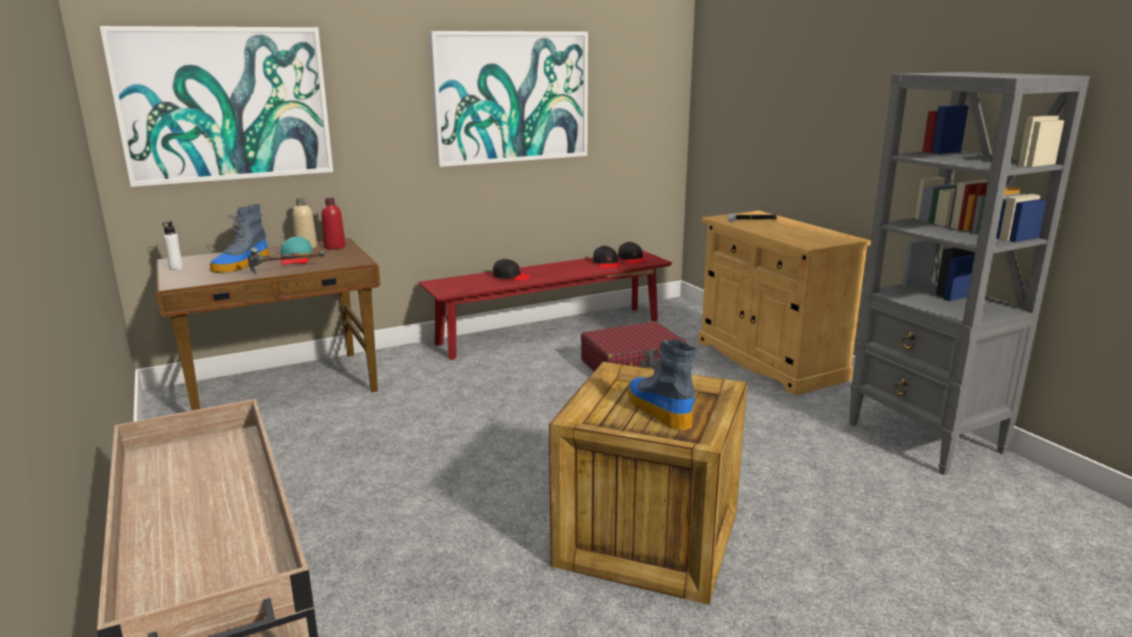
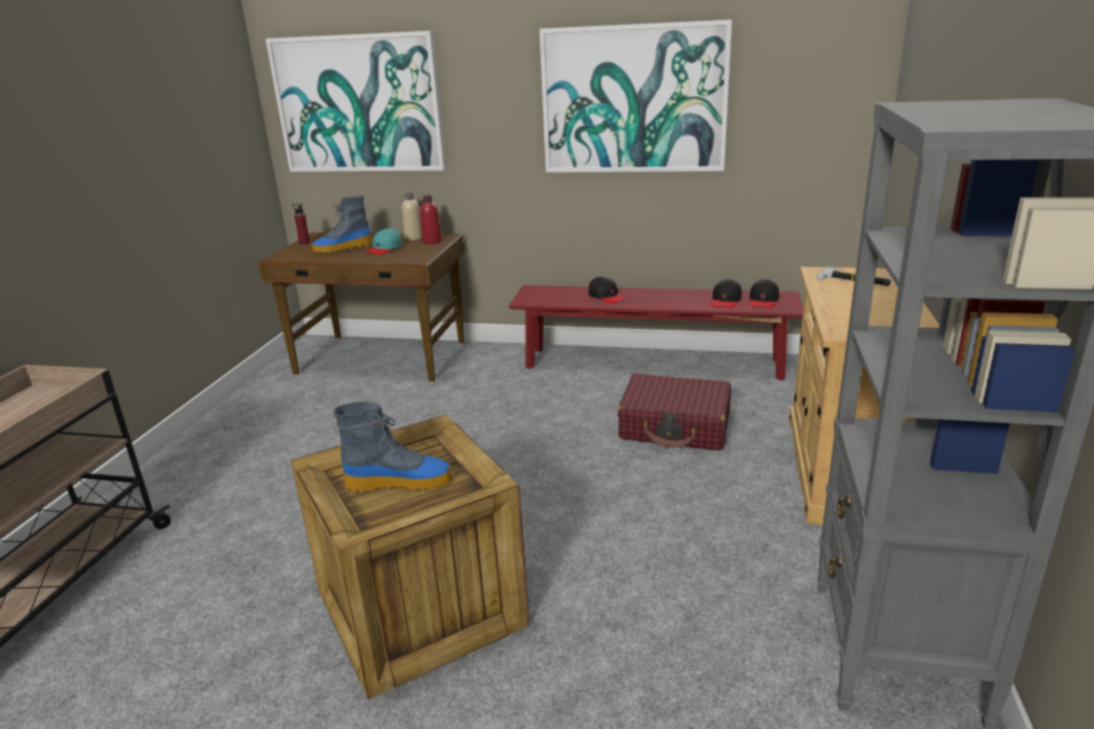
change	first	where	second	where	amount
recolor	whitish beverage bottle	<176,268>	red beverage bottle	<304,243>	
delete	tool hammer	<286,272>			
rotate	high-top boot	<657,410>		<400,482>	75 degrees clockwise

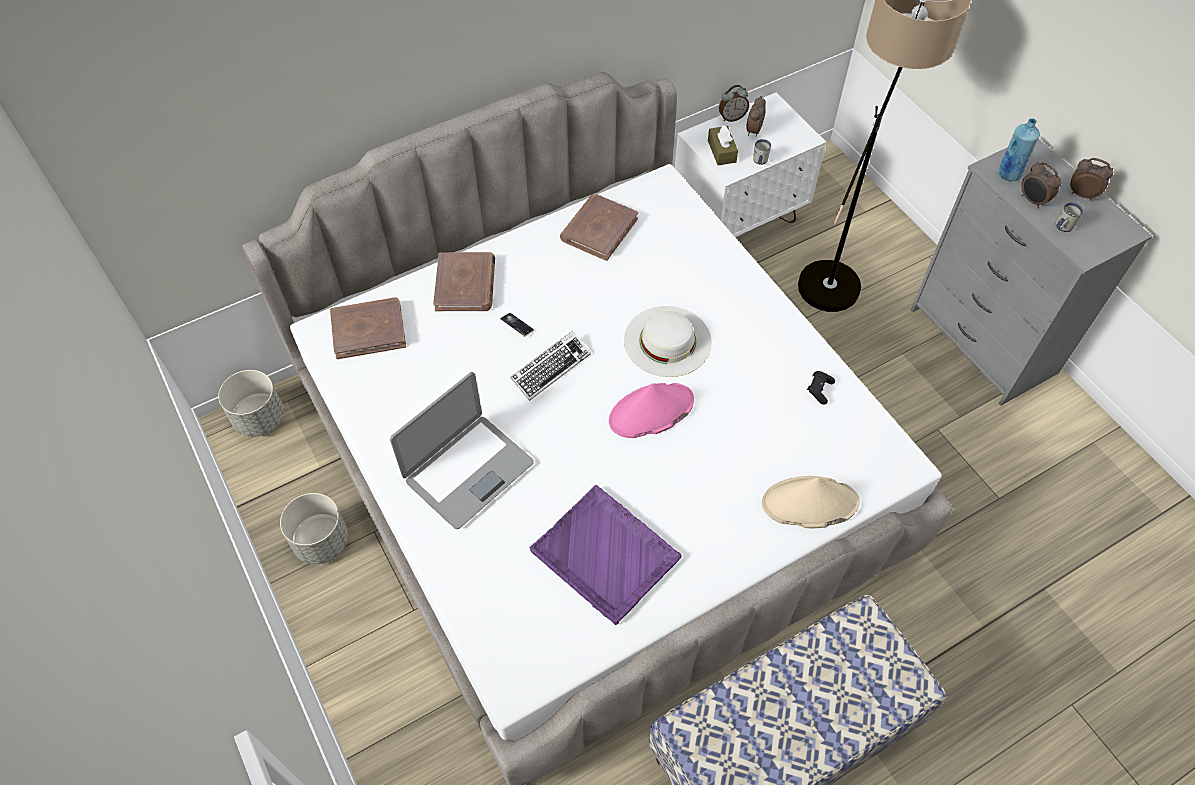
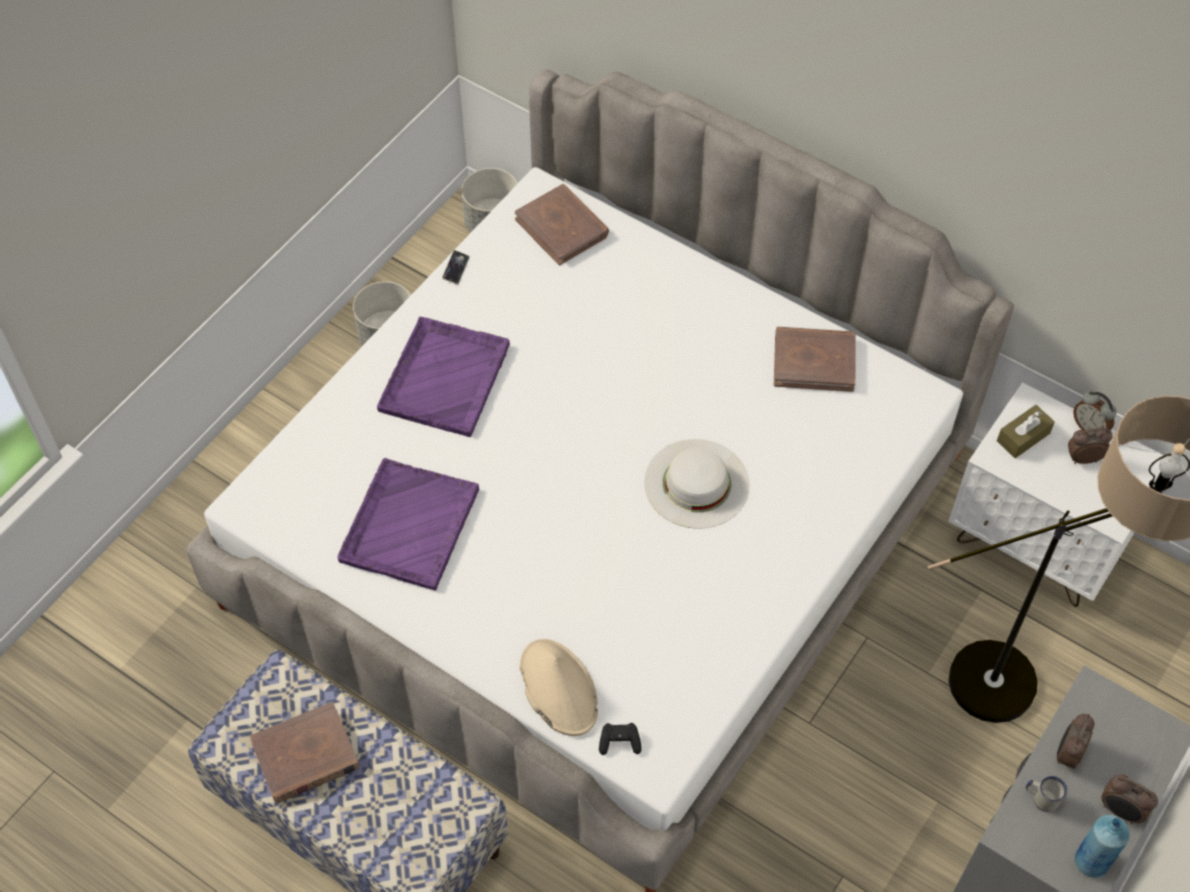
change	first	where	second	where	amount
move	bluish beverage bottle	<1008,174>		<1091,861>	
delete	whitish mug	<759,161>			
rotate	table clock	<1082,194>		<1120,811>	120 degrees clockwise
move	brownish bound book	<465,284>		<305,756>	
move	phone	<517,326>		<456,269>	
delete	computer keyboard	<550,368>			
move	blackish joypad	<819,390>		<619,742>	
replace	notebook computer	<468,471>	purple serving tray	<445,377>	
delete	pink wearable hat	<651,411>			

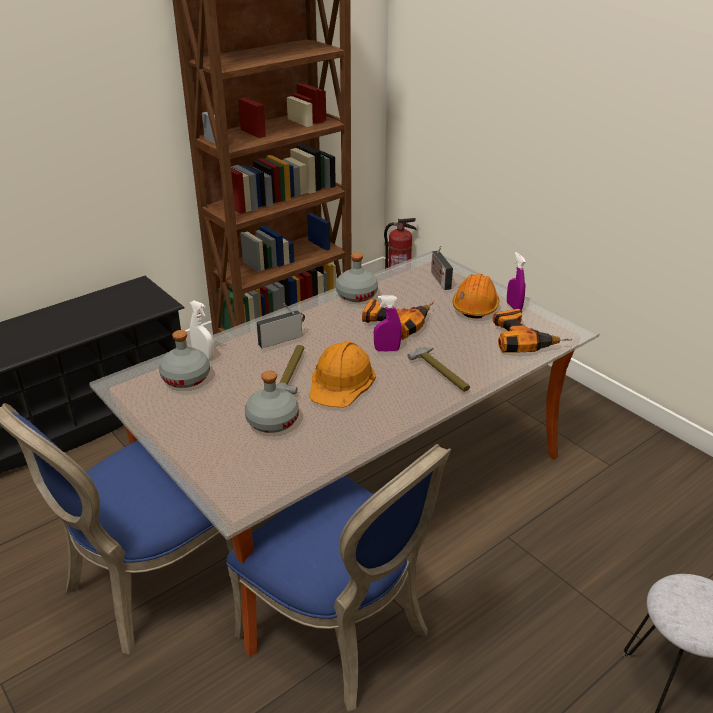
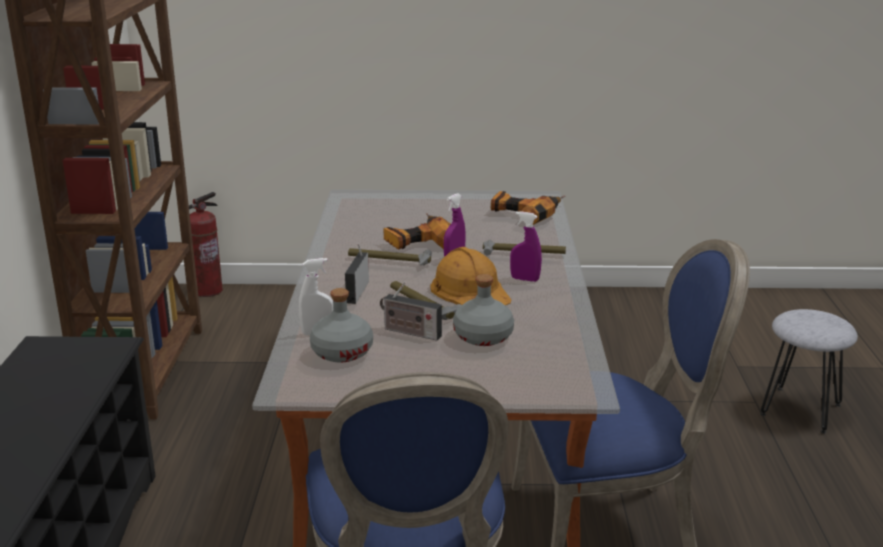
change	first	where	second	where	amount
move	radio	<439,279>		<409,332>	
delete	greyish beverage bottle	<356,295>			
move	purple sprayer	<514,307>		<525,279>	
delete	orangey hard hat	<475,306>			
insert			tool hammer	<389,261>	

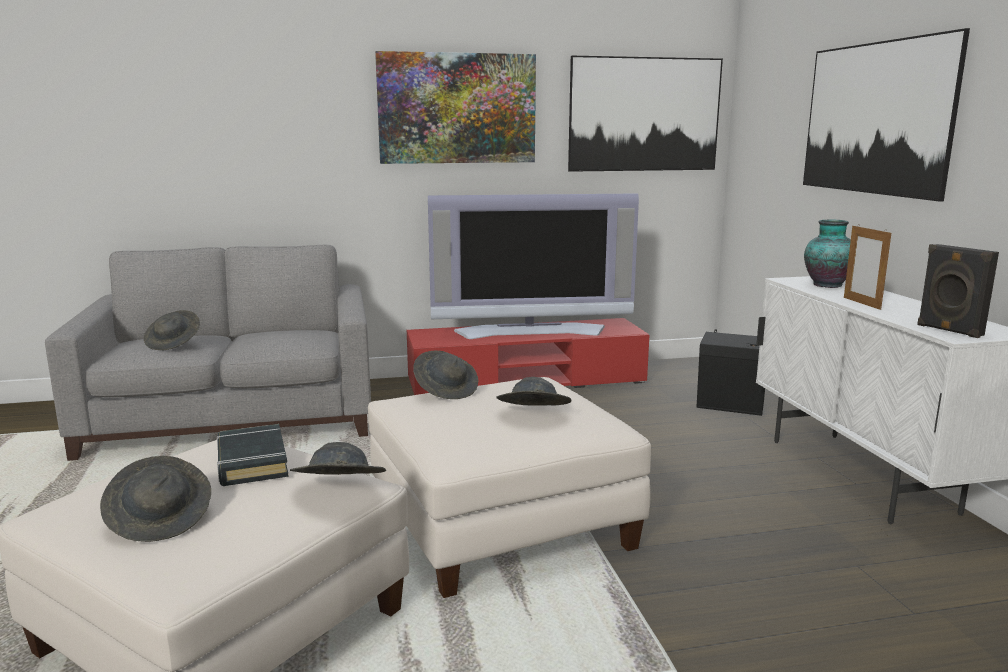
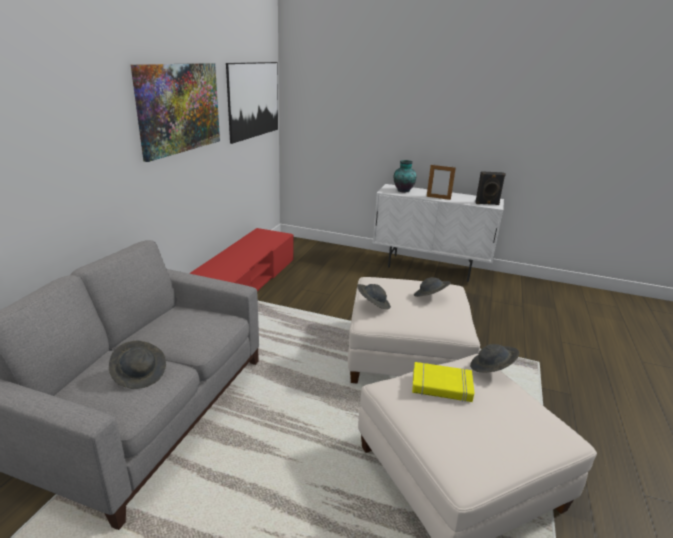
change	first	where	second	where	amount
delete	wall picture	<875,118>			
delete	television	<531,331>			
delete	blackish speaker	<731,406>			
recolor	blackish bound book	<251,462>	yellow bound book	<441,386>	
delete	greyish wearable hat	<161,519>			

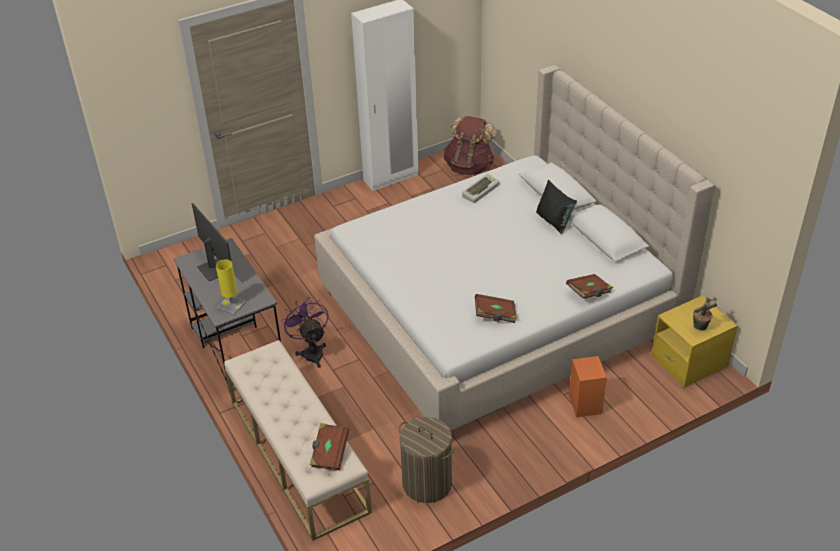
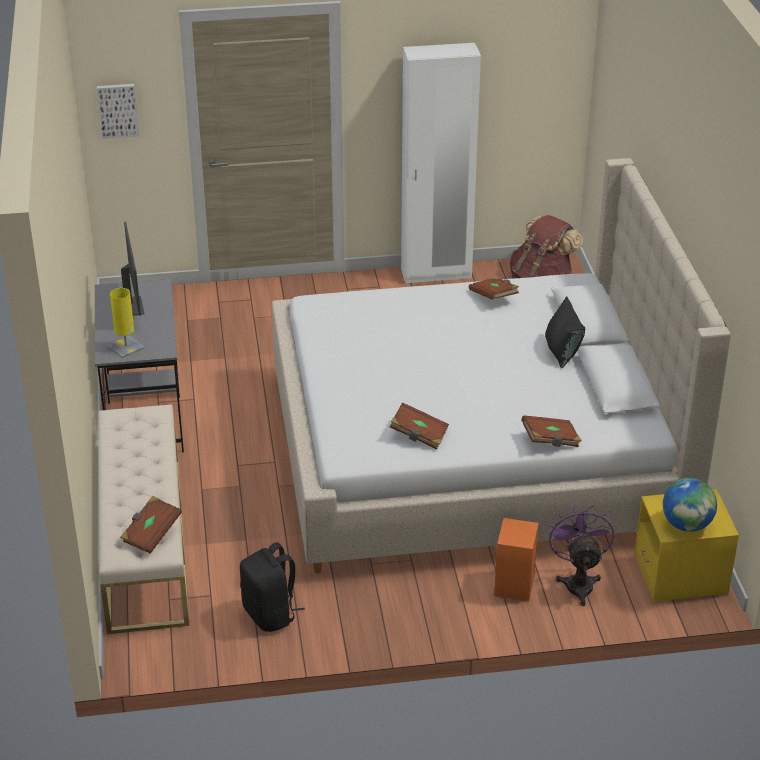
change	first	where	second	where	amount
replace	computer keyboard	<480,190>	brownish bound book	<494,297>	
move	purple fan	<311,351>		<578,582>	
replace	houseplant	<700,328>	globe	<686,525>	
replace	laundry basket	<427,483>	blackish knapsack	<270,614>	
insert			wall picture	<118,110>	

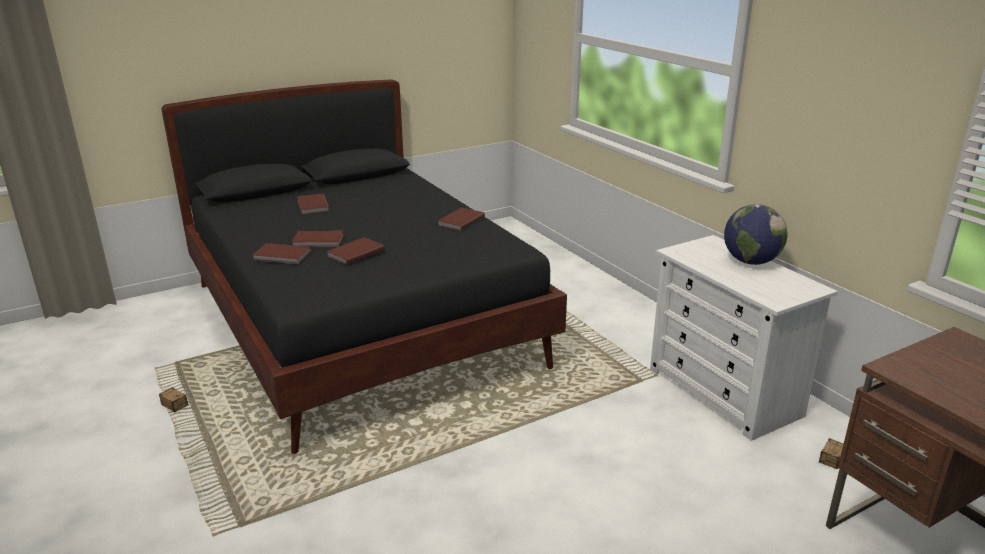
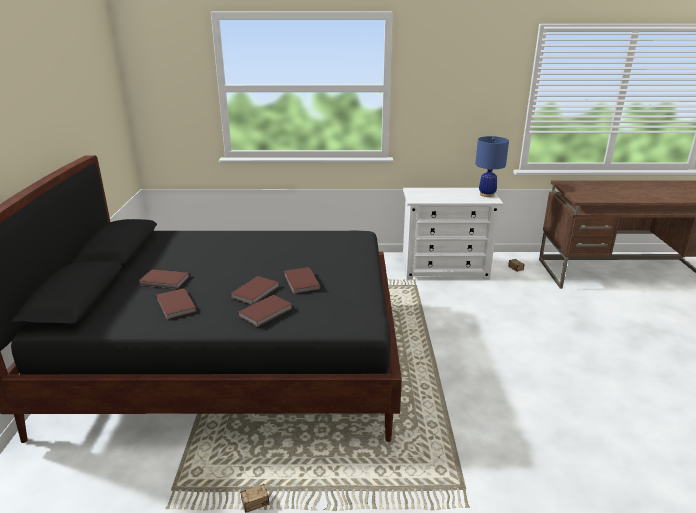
change	first	where	second	where	amount
delete	globe	<750,261>			
move	brownish bound book	<460,221>		<175,306>	
insert			bluish lamp for a table	<487,194>	

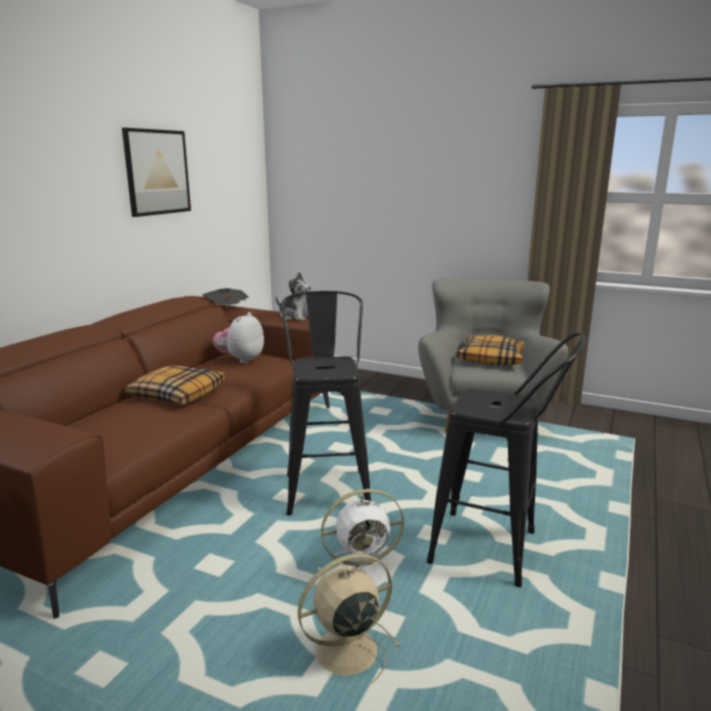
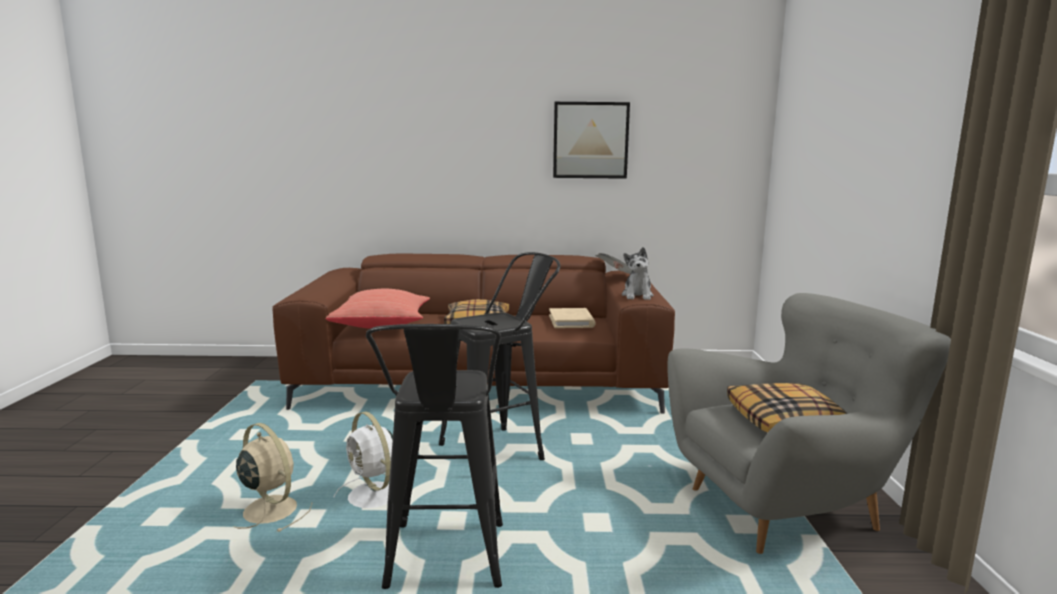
change	first	where	second	where	amount
replace	plush toy	<241,360>	beige bound book	<571,321>	
insert			red pillow	<382,325>	

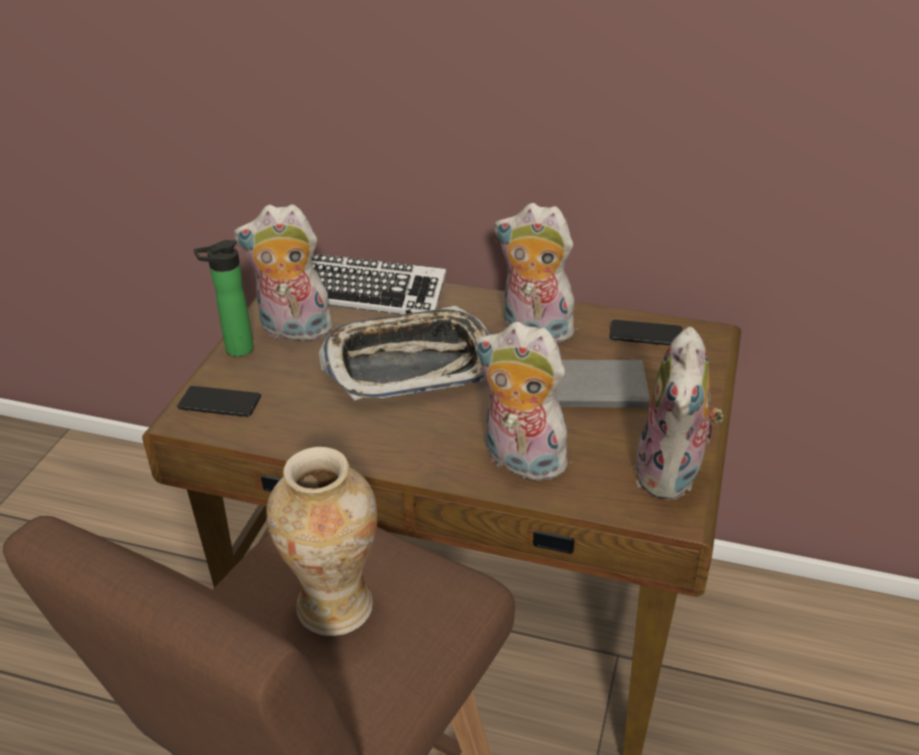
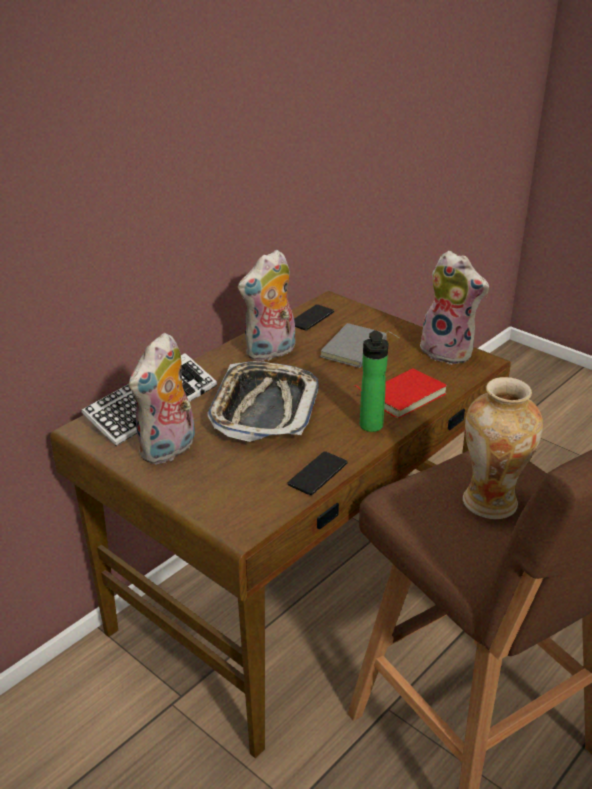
change	first	where	second	where	amount
move	beverage bottle	<235,350>		<371,428>	
replace	plush toy	<520,461>	red bound book	<403,395>	
move	phone	<219,402>		<318,474>	

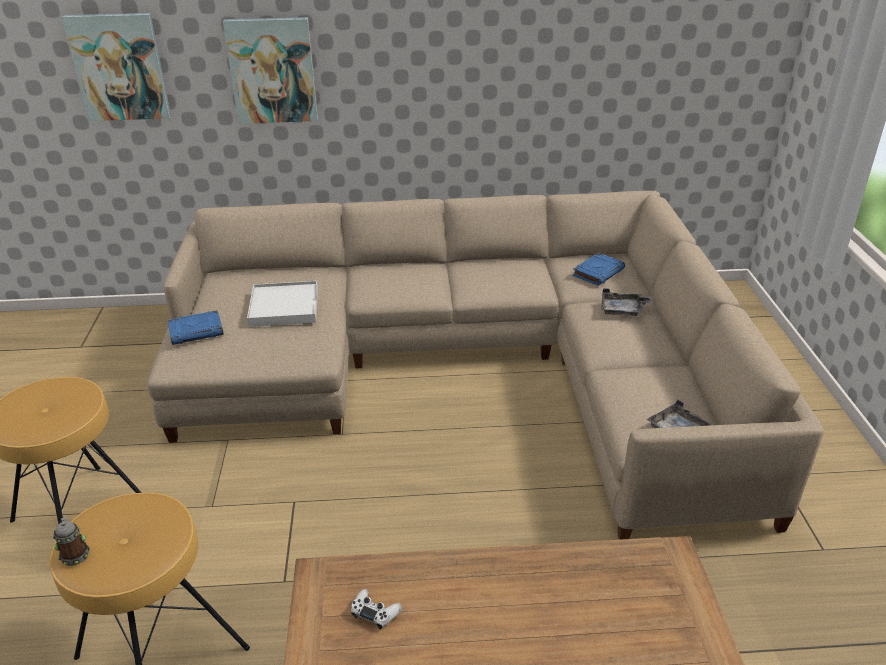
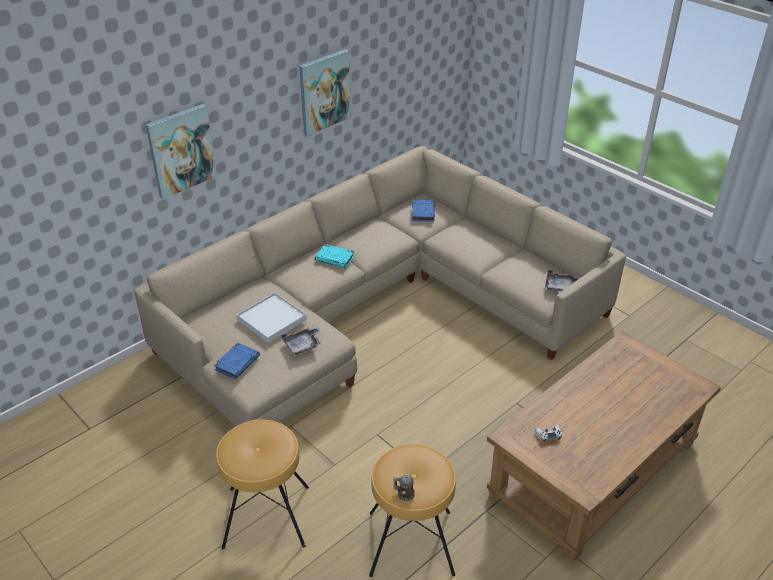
change	first	where	second	where	amount
move	wall picture	<119,67>		<324,91>	
move	greyish serving tray	<623,310>		<303,345>	
insert			turquoise bound book	<335,259>	

